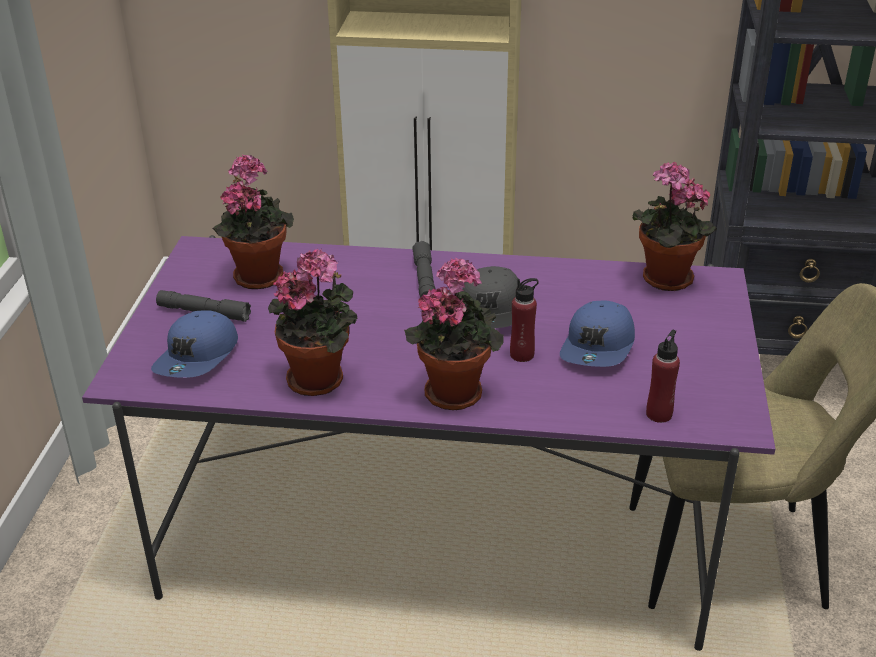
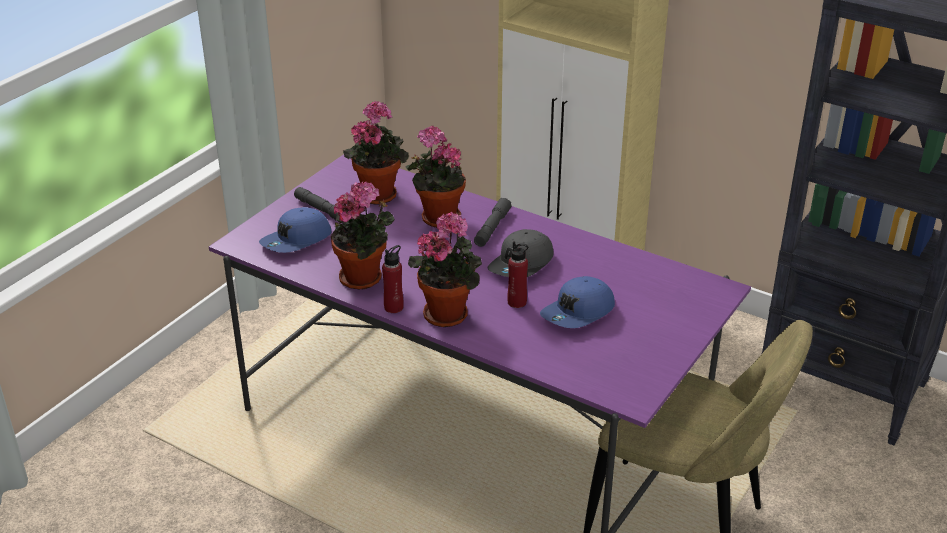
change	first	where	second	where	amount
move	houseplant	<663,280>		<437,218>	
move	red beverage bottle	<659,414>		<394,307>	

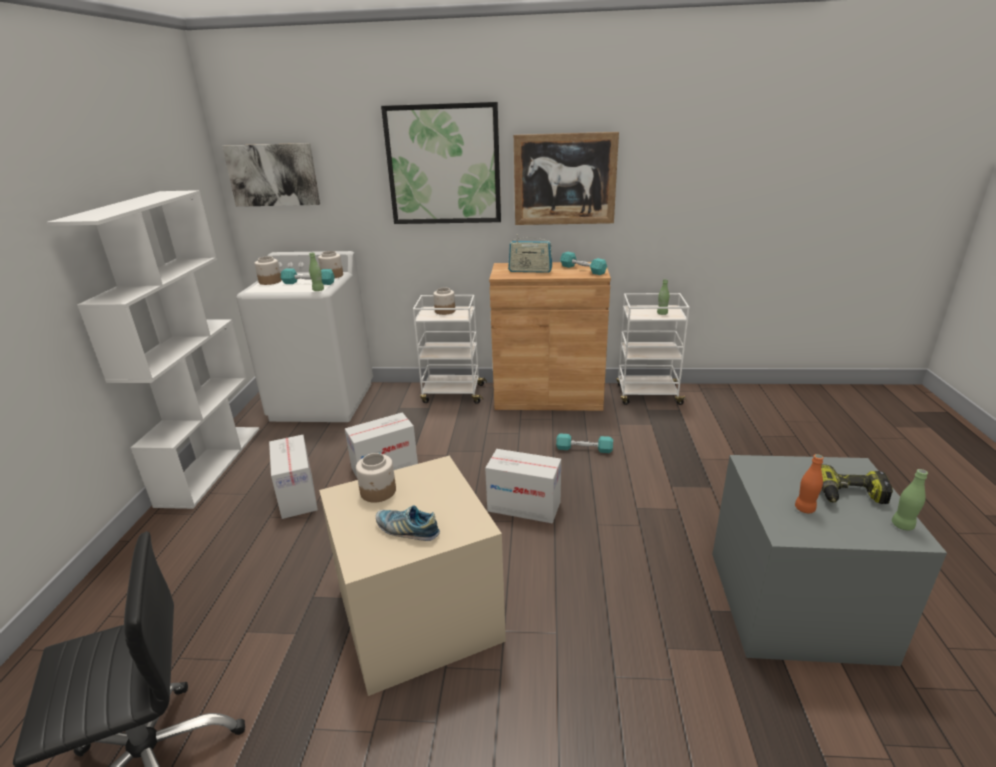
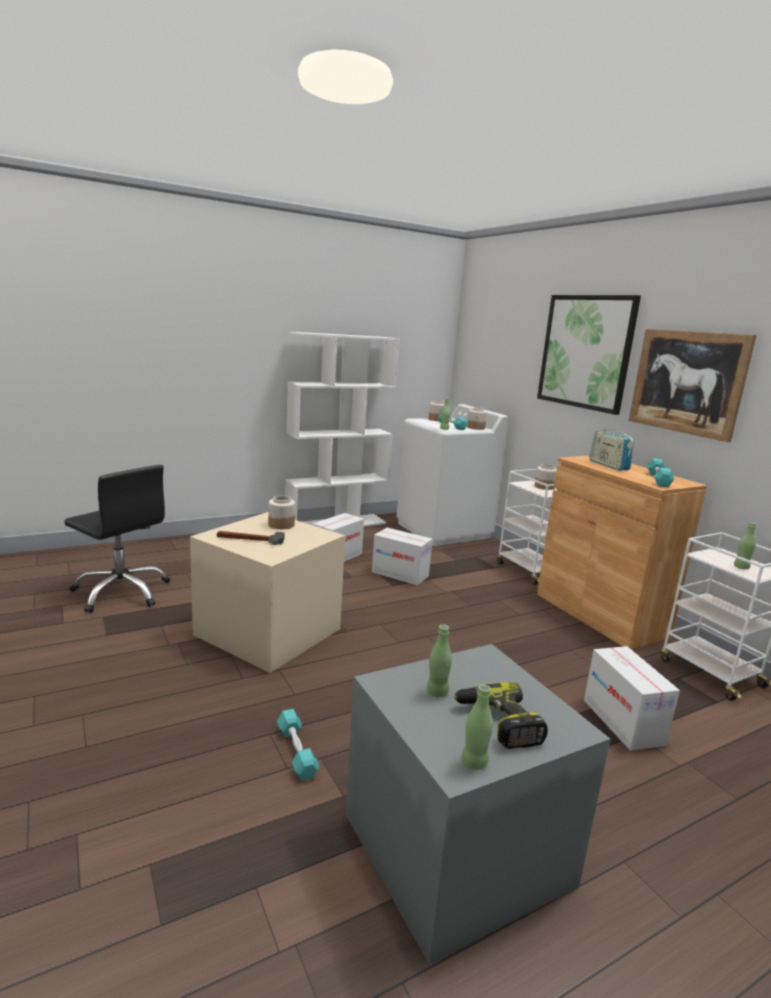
change	first	where	second	where	amount
delete	wall picture	<273,175>			
move	turquoise hand weight	<584,449>		<296,752>	
move	packing box	<524,506>		<622,722>	
recolor	orangey beverage bottle	<804,509>	green beverage bottle	<437,692>	
replace	item of footwear	<407,530>	tool hammer	<250,540>	

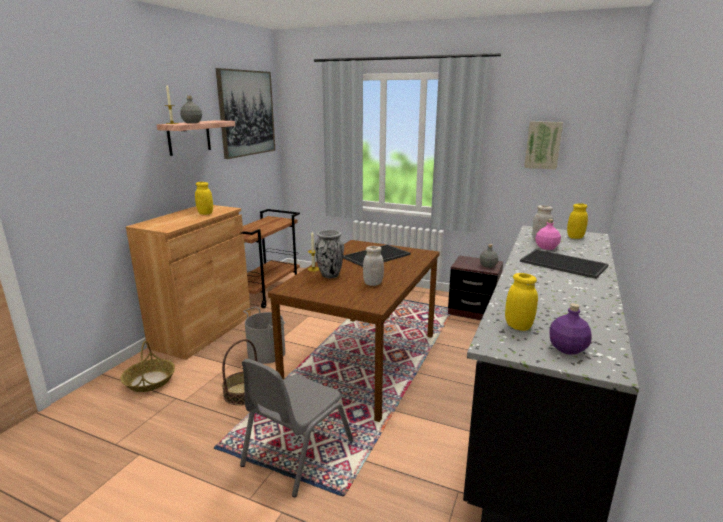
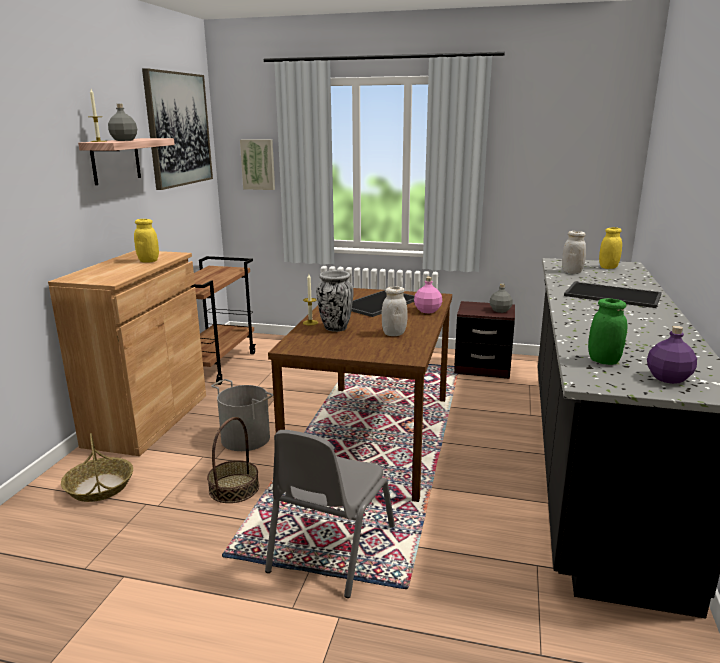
change	first	where	second	where	amount
move	wall picture	<543,145>		<258,164>	
move	pink beverage bottle	<547,248>		<428,311>	
recolor	yellow storage jar	<518,326>	green storage jar	<603,361>	

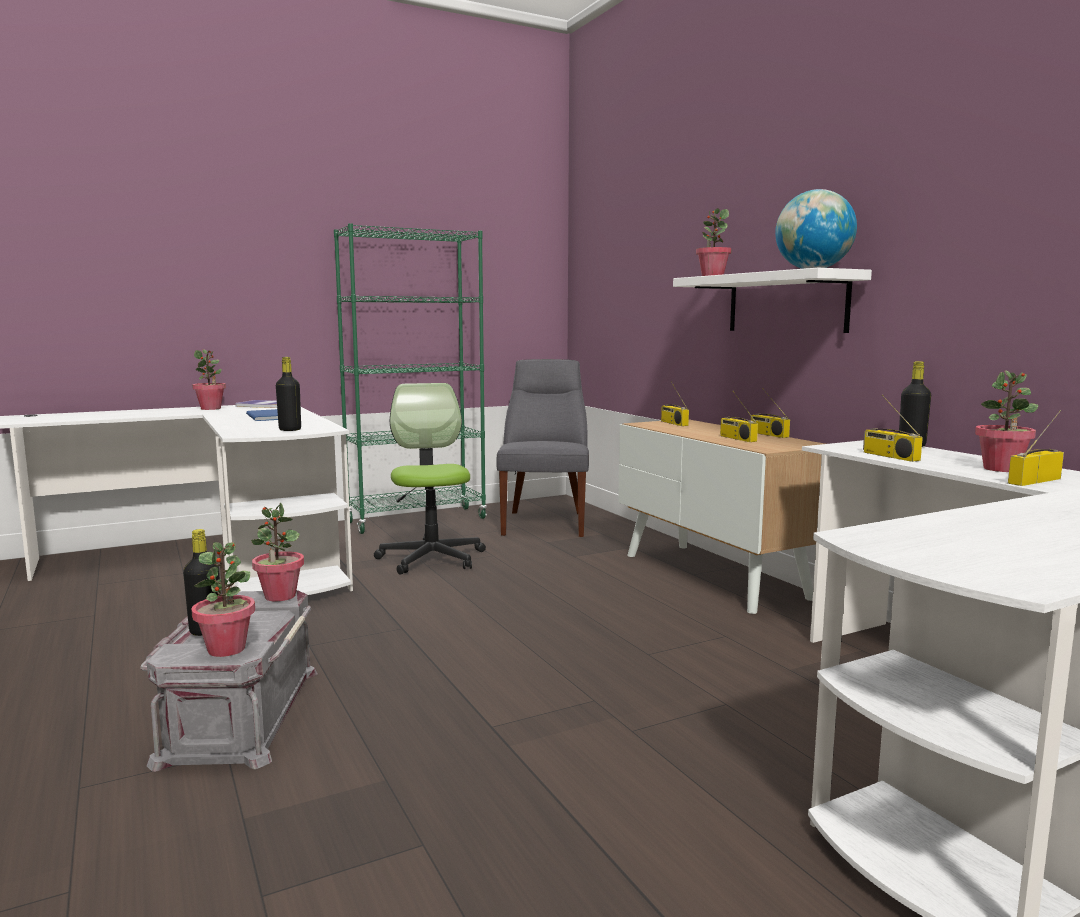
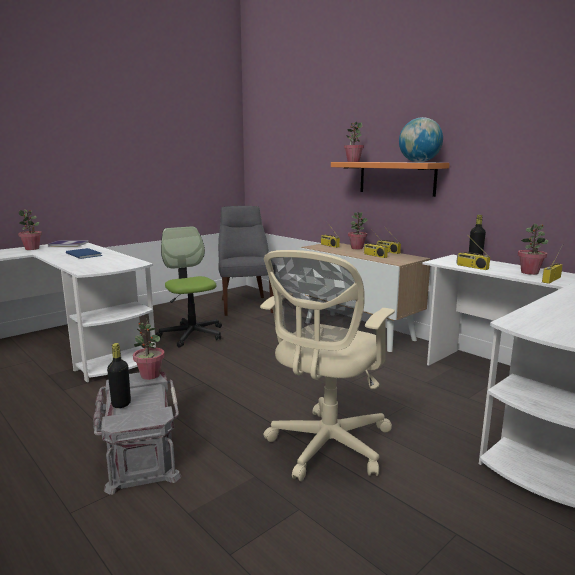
change	first	where	second	where	amount
delete	green bookcase	<417,520>			
recolor	whitish wall shelf	<786,303>	orangey wall shelf	<396,178>	
delete	blackish beverage bottle	<290,430>			
move	houseplant	<227,649>		<357,248>	
insert			beige desk chair	<326,448>	

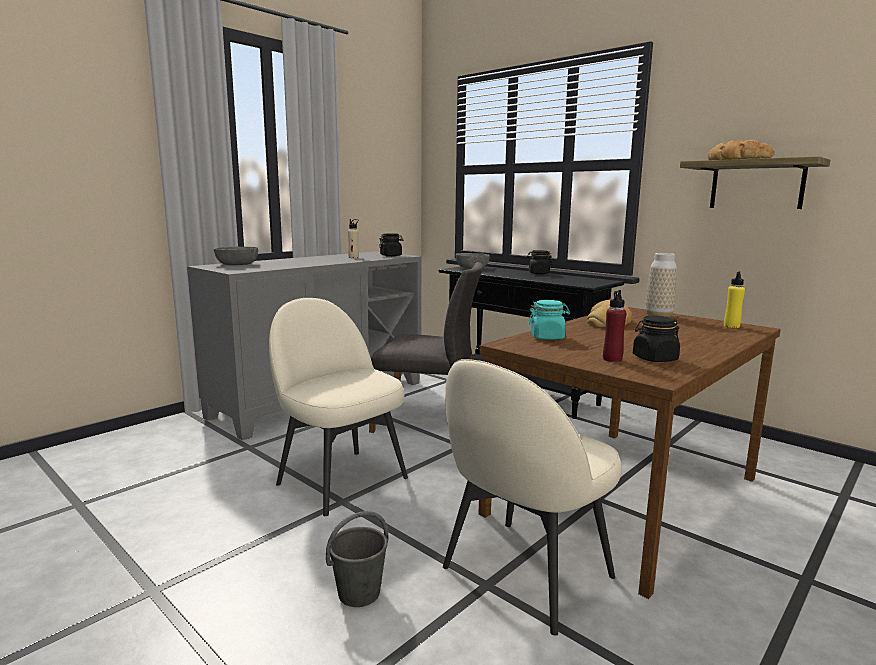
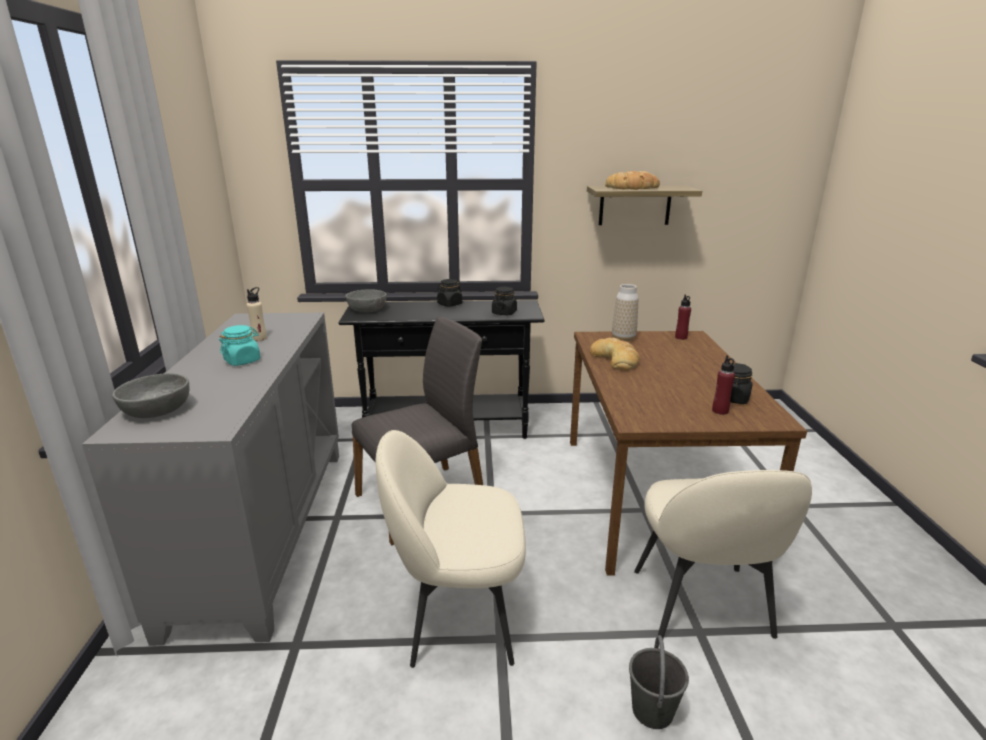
change	first	where	second	where	amount
move	blackish storage jar	<391,256>		<504,313>	
recolor	yellow beverage bottle	<731,326>	red beverage bottle	<681,337>	
move	turquoise storage jar	<547,337>		<243,361>	

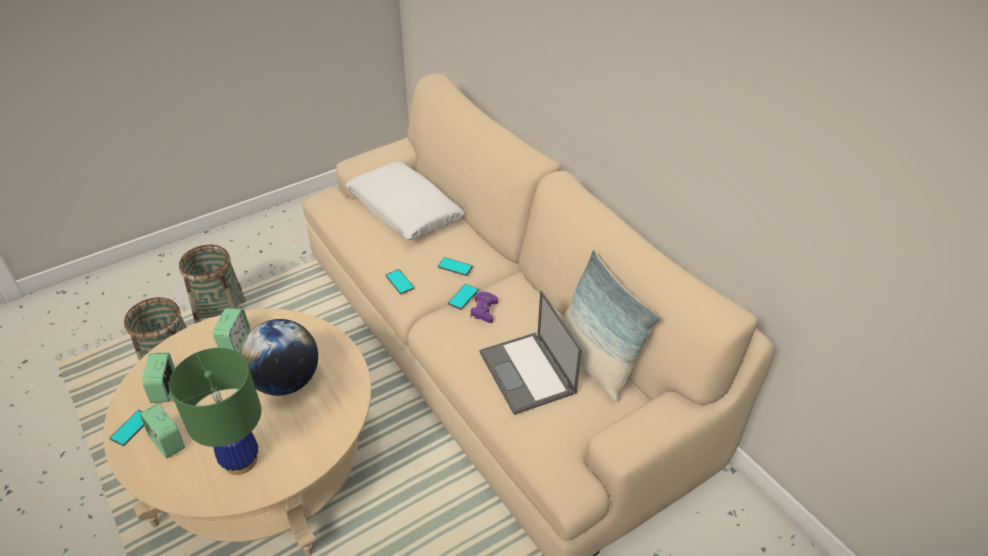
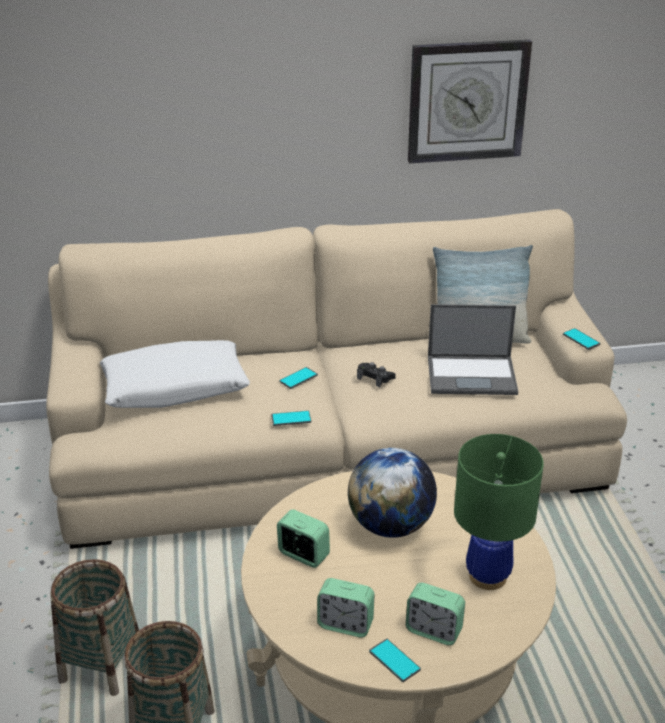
change	first	where	second	where	amount
move	phone	<463,297>		<581,339>	
recolor	purple joypad	<484,310>	blackish joypad	<375,378>	
rotate	table clock	<168,442>		<434,630>	45 degrees clockwise
insert			wall clock	<467,101>	

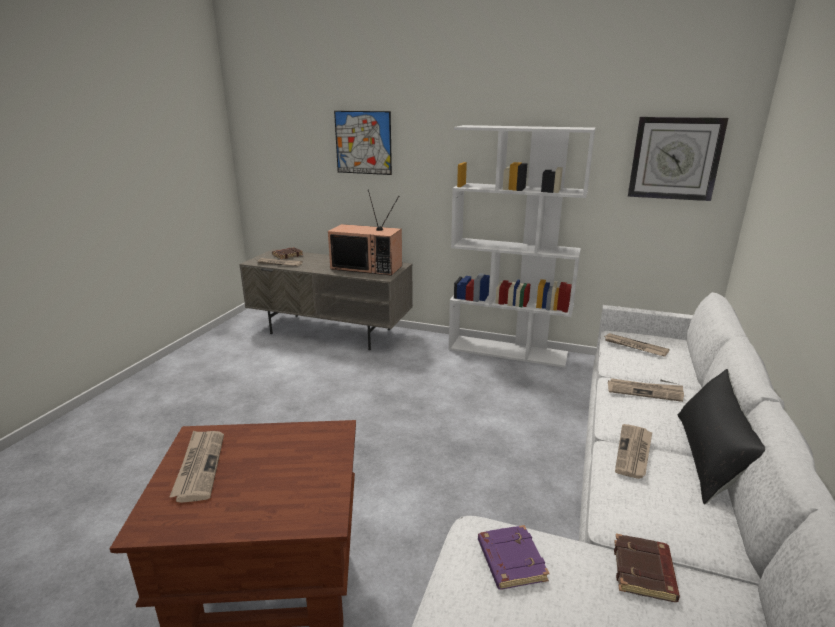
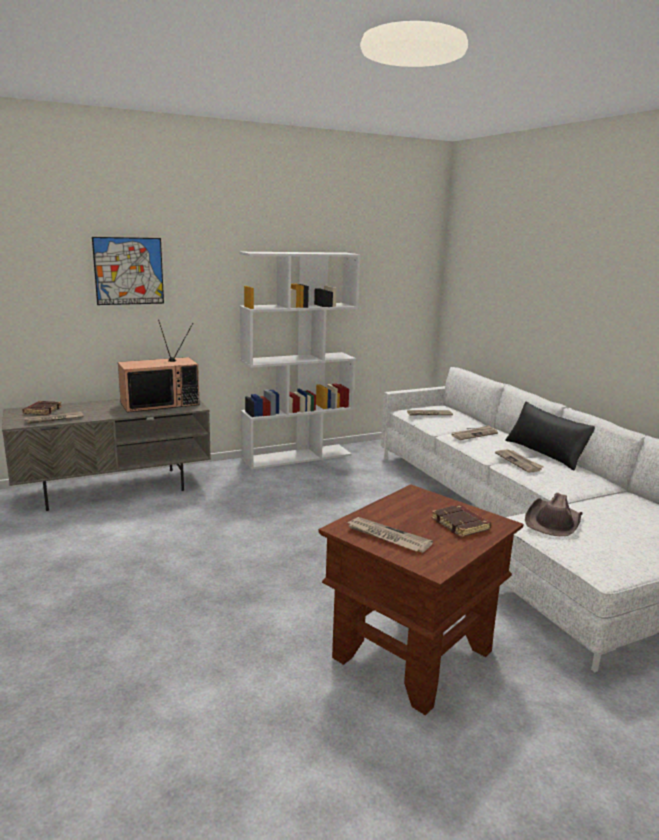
change	first	where	second	where	amount
delete	wall clock	<675,158>			
replace	purple bound book	<510,560>	brownish wearable hat	<553,521>	
move	brownish bound book	<644,572>		<461,524>	

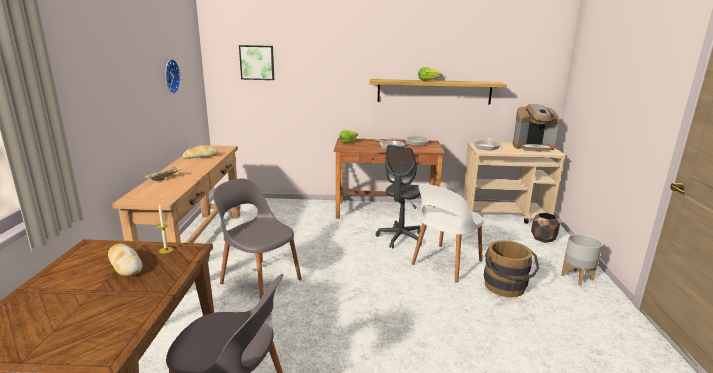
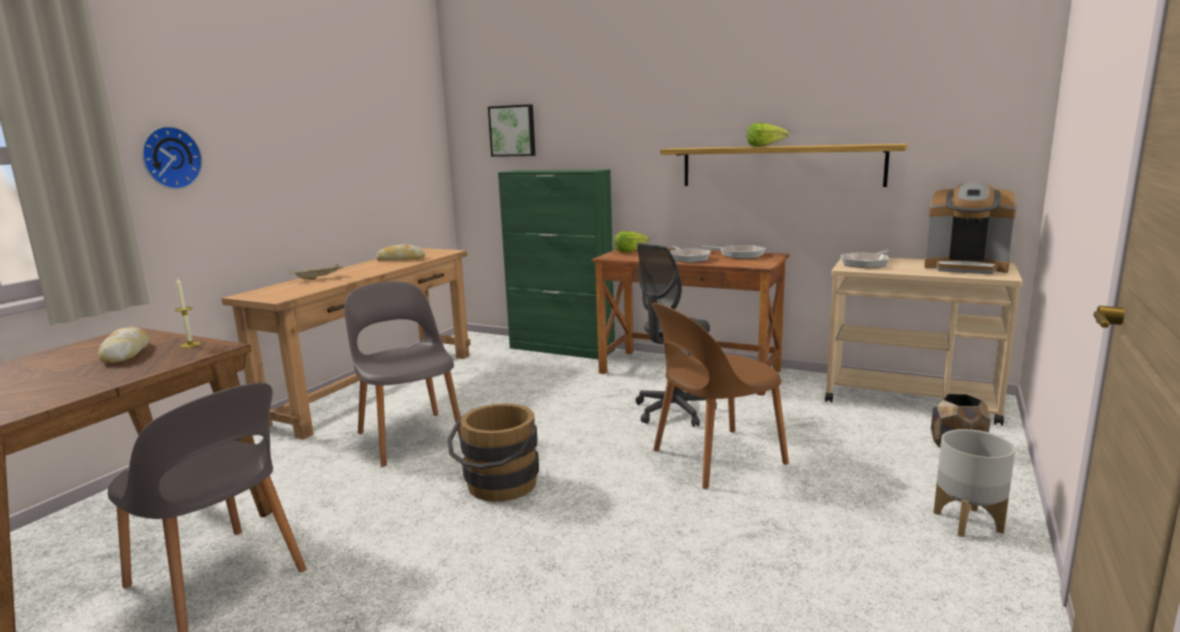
change	first	where	second	where	amount
move	wall clock	<170,76>		<169,158>	
recolor	whitish plain chair	<446,263>	brownish plain chair	<715,458>	
move	brownish bucket	<506,288>		<498,487>	
insert			green cupboard	<562,349>	

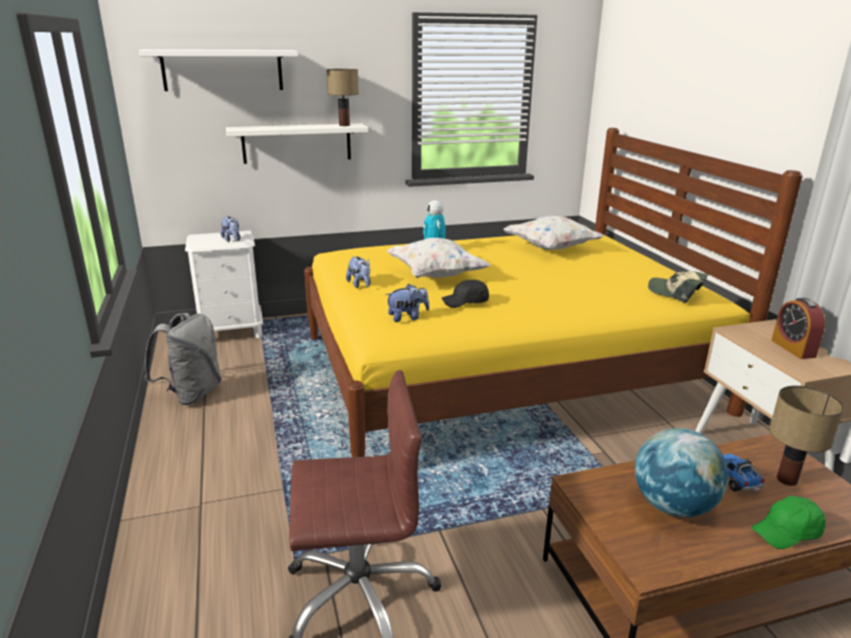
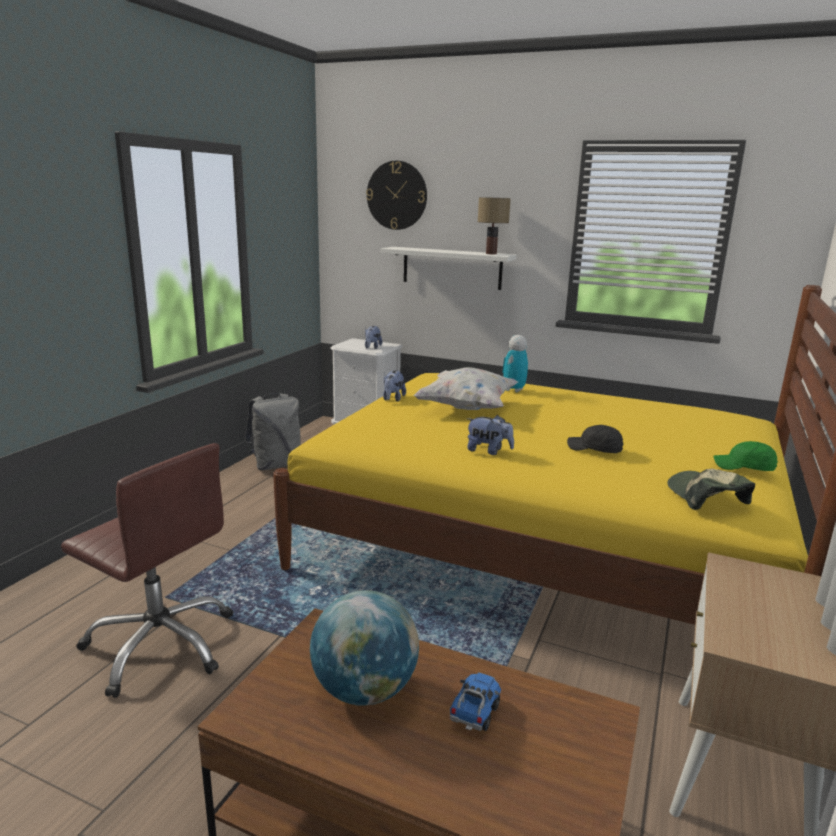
change	first	where	second	where	amount
replace	whitish wall shelf	<222,70>	wall clock	<397,195>	
delete	whitish pillow	<551,249>			
move	blackish cap	<466,302>		<594,449>	
move	plush toy	<407,317>		<488,451>	
delete	table clock	<793,348>			
delete	lamp for a table	<787,480>			
move	green cap	<787,532>		<744,467>	

